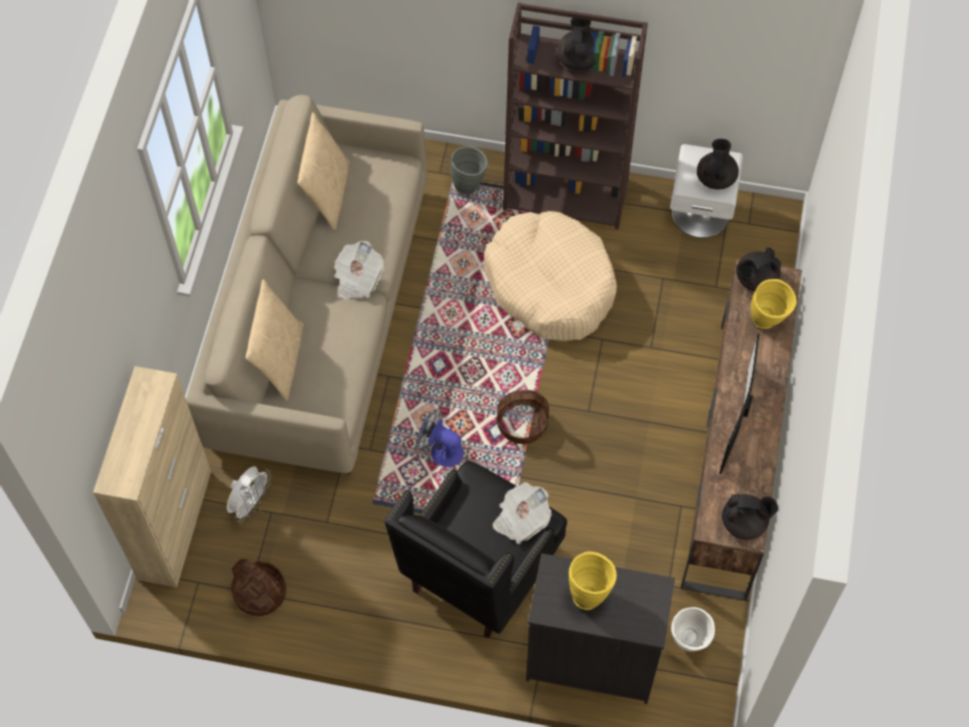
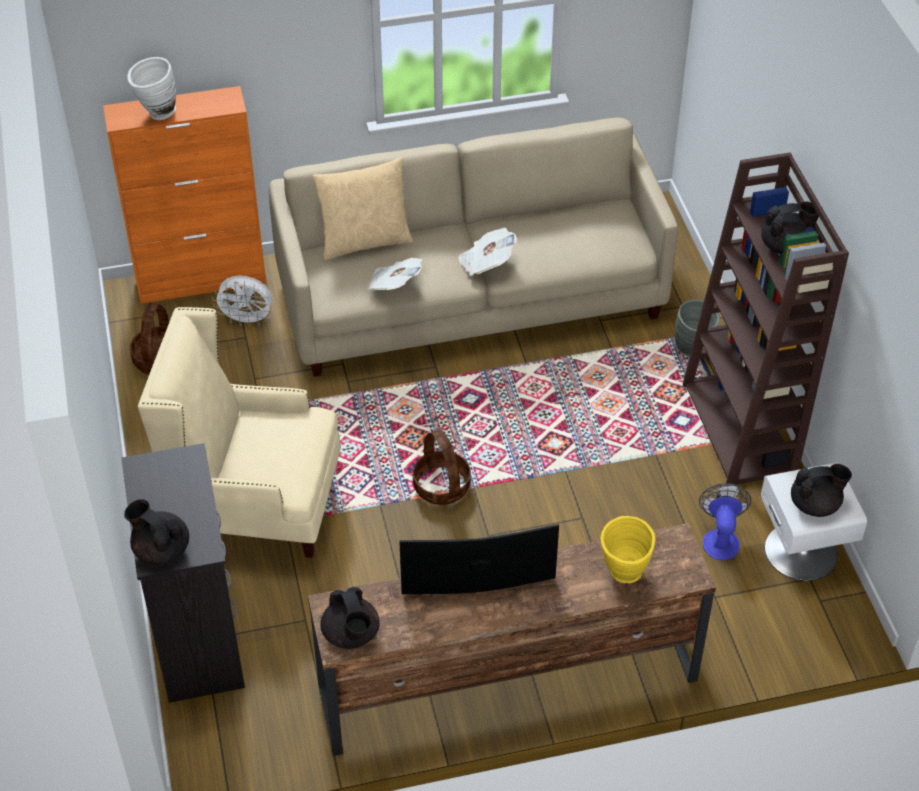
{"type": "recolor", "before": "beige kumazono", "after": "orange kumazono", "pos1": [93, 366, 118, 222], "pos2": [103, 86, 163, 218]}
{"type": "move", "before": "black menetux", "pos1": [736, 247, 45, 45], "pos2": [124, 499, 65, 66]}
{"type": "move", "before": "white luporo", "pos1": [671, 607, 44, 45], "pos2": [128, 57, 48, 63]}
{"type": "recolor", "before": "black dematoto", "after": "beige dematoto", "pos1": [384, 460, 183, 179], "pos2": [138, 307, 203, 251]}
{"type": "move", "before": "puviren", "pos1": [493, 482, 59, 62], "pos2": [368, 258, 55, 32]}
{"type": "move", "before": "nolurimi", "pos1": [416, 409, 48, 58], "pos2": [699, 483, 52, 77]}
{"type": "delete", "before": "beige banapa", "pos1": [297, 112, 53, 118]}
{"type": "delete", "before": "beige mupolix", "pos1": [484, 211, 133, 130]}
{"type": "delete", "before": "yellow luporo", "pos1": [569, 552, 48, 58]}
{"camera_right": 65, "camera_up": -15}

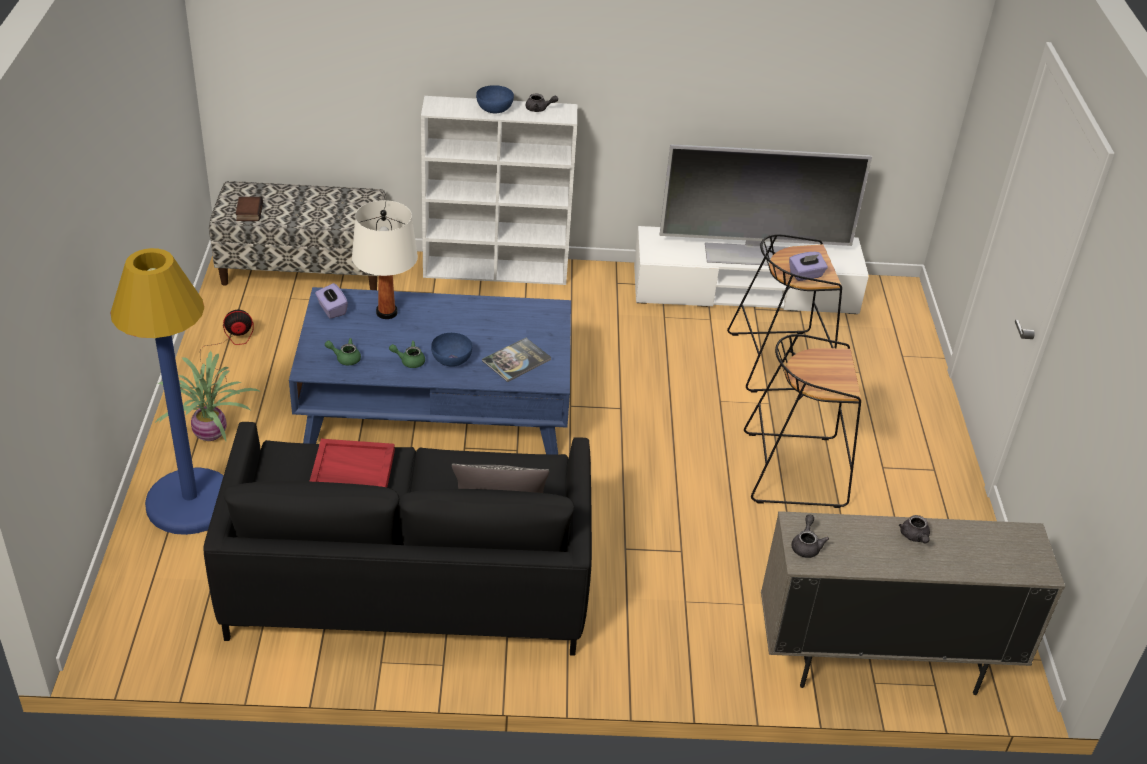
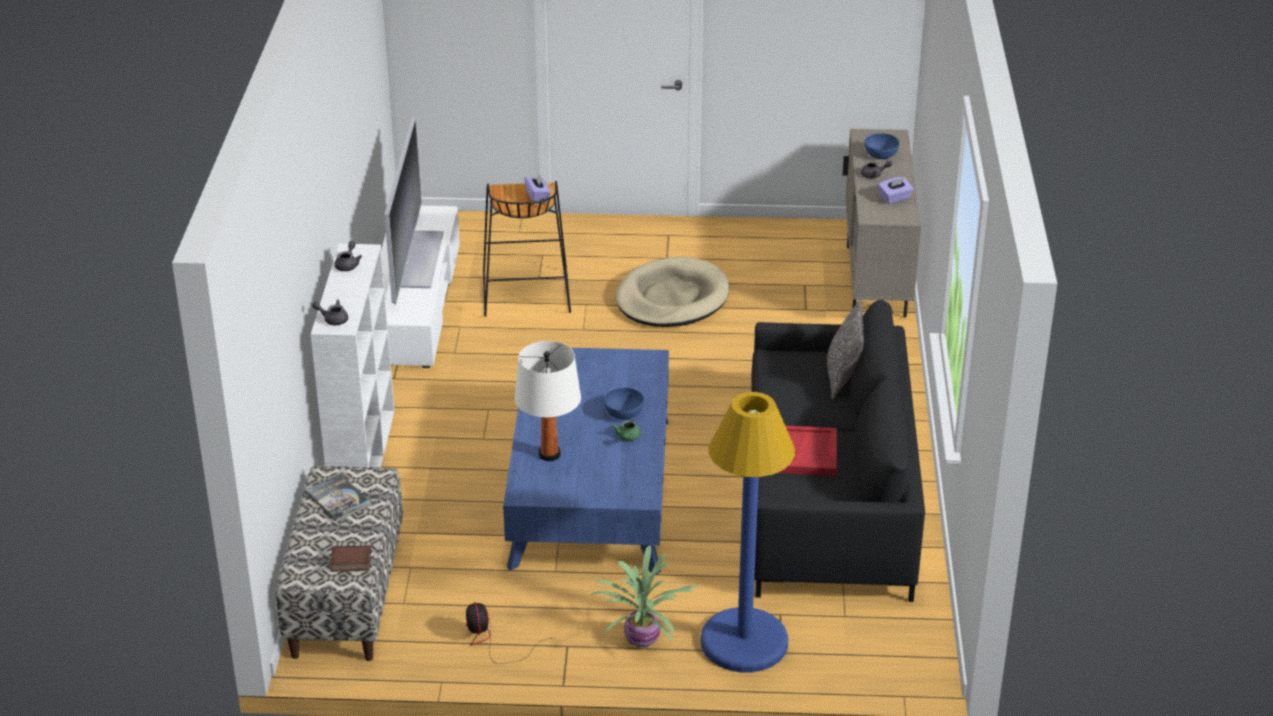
{"type": "move", "before": "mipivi", "pos1": [482, 338, 70, 44], "pos2": [305, 474, 66, 47]}
{"type": "move", "before": "grey menetux", "pos1": [791, 514, 38, 44], "pos2": [312, 300, 36, 25]}
{"type": "replace", "before": "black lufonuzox", "after": "beige mupolix", "pos1": [744, 334, 117, 174], "pos2": [616, 257, 114, 70]}
{"type": "move", "before": "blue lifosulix", "pos1": [476, 85, 38, 28], "pos2": [865, 133, 34, 26]}
{"type": "move", "before": "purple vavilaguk", "pos1": [315, 283, 33, 36], "pos2": [878, 177, 36, 27]}
{"type": "delete", "before": "green menetux", "pos1": [325, 338, 36, 27]}
{"camera_right": -85, "camera_up": -5}

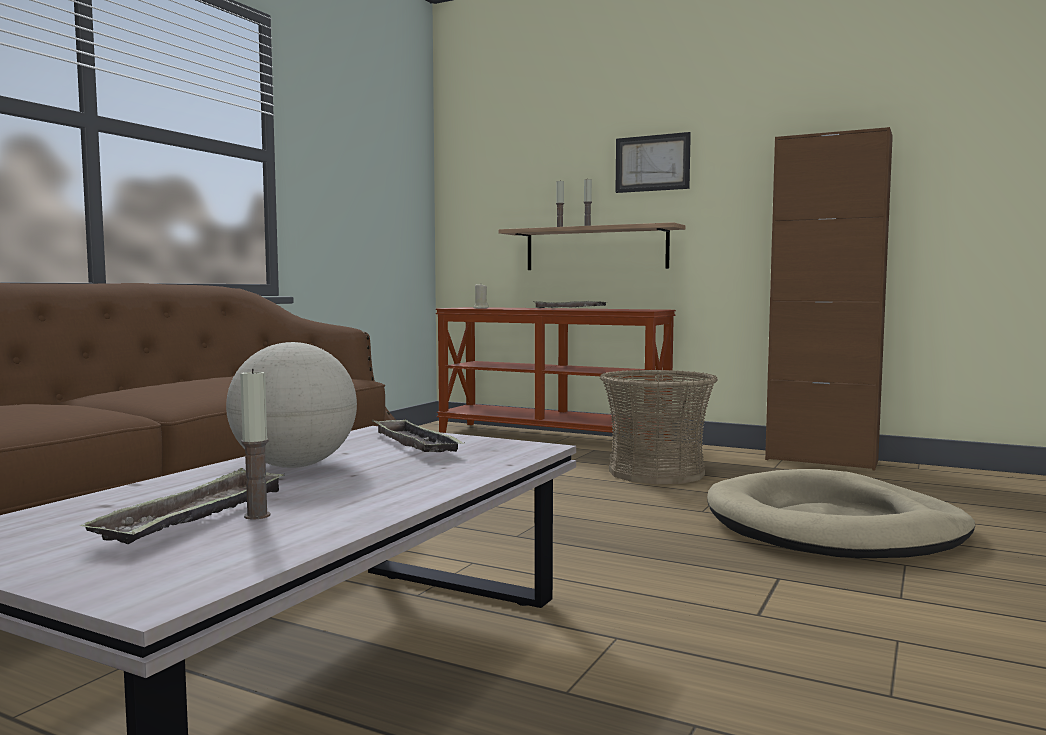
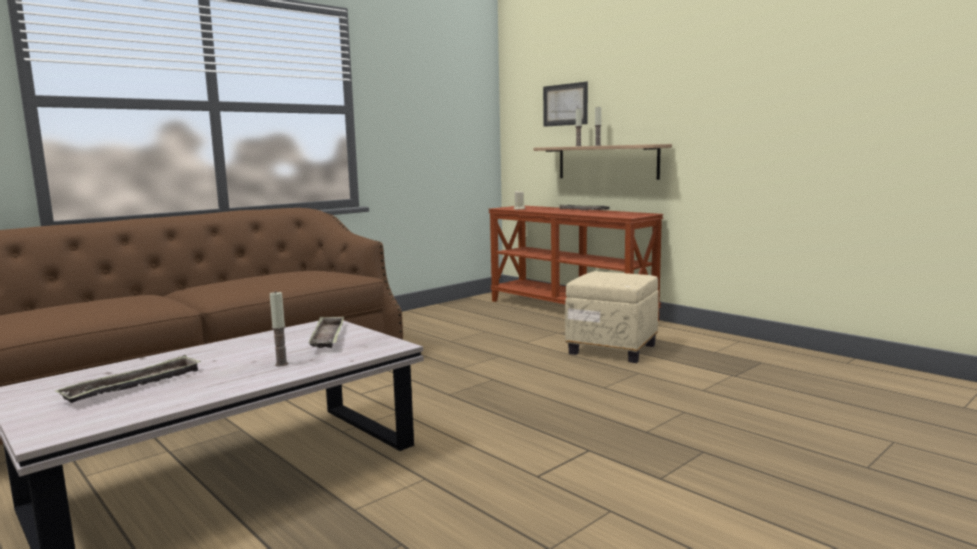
{"type": "move", "before": "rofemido", "pos1": [240, 368, 31, 152], "pos2": [270, 291, 18, 76]}
{"type": "move", "before": "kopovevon", "pos1": [615, 132, 76, 61], "pos2": [543, 82, 45, 45]}
{"type": "replace", "before": "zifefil", "after": "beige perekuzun", "pos1": [600, 370, 118, 114], "pos2": [565, 271, 94, 92]}
{"type": "delete", "before": "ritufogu", "pos1": [226, 342, 131, 126]}
{"type": "delete", "before": "beige mupolix", "pos1": [707, 469, 268, 89]}
{"type": "delete", "before": "brown kumazono", "pos1": [765, 127, 128, 343]}
{"camera_right": 20, "camera_up": 5}

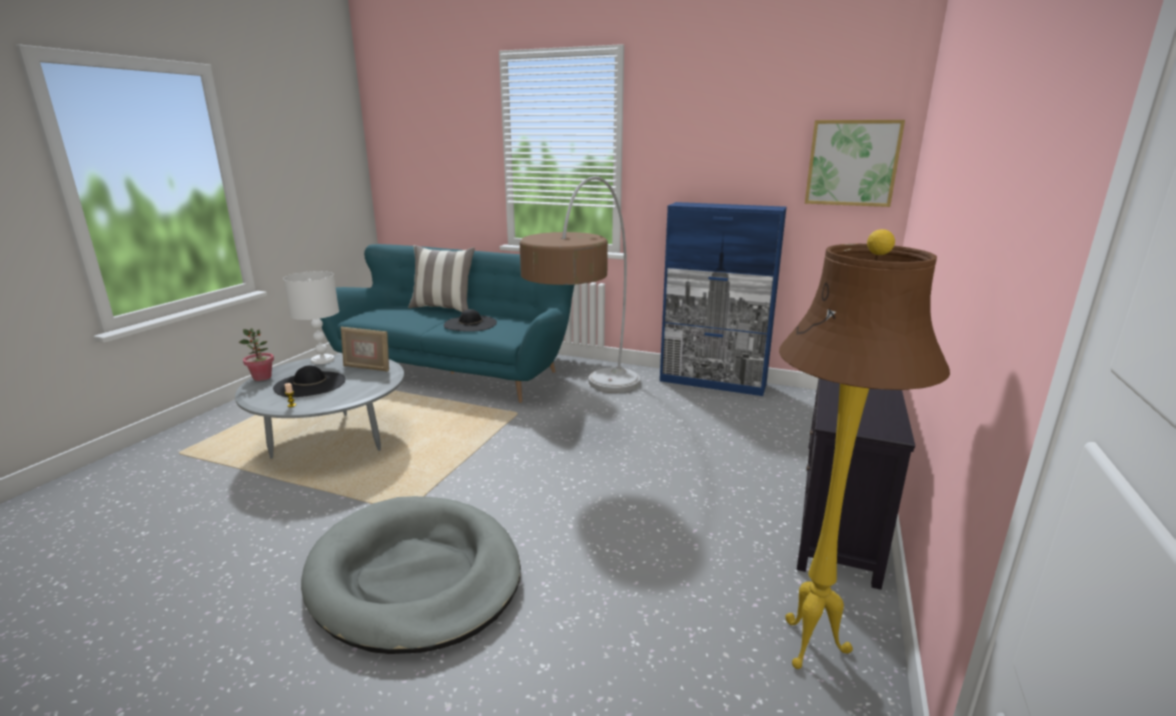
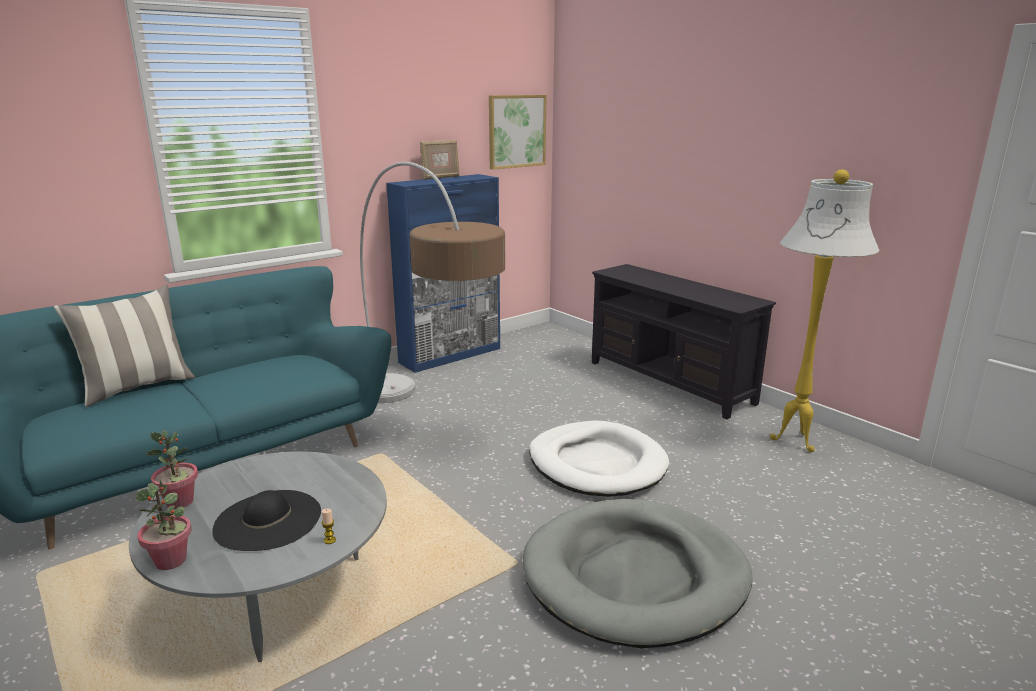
{"type": "replace", "before": "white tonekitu", "after": "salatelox", "pos1": [283, 271, 56, 93], "pos2": [146, 430, 52, 79]}
{"type": "move", "before": "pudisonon", "pos1": [341, 327, 48, 45], "pos2": [420, 140, 40, 40]}
{"type": "insert", "after": "white mupolix", "pos2": [529, 421, 140, 76]}
{"type": "recolor", "before": "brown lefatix", "after": "white lefatix", "pos1": [779, 229, 171, 440], "pos2": [770, 169, 109, 283]}
{"type": "delete", "before": "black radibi", "pos1": [444, 309, 53, 23]}
{"camera_right": -60, "camera_up": 0}

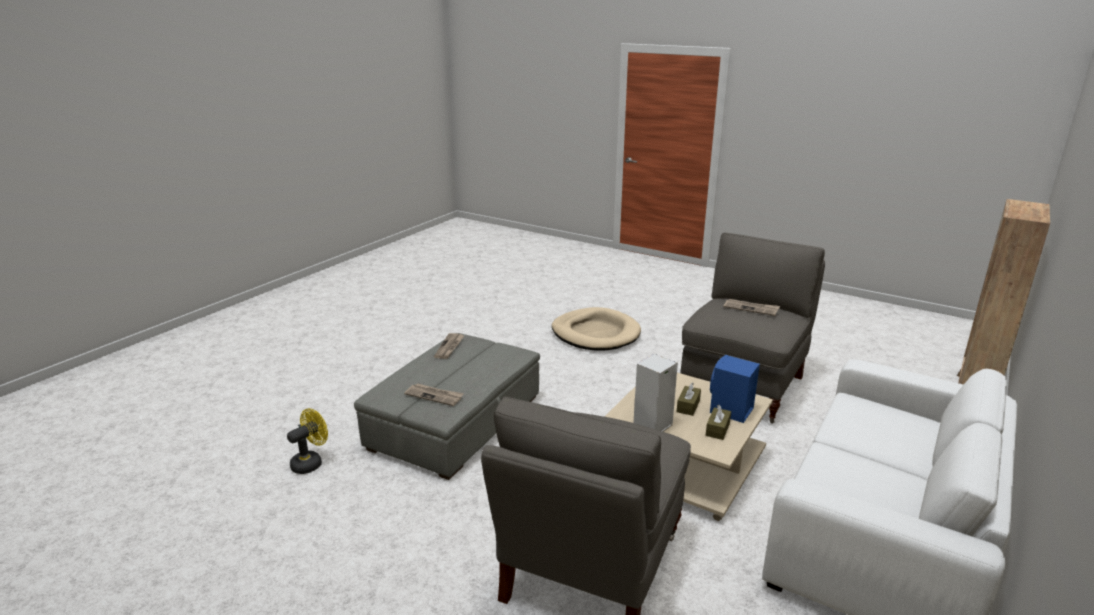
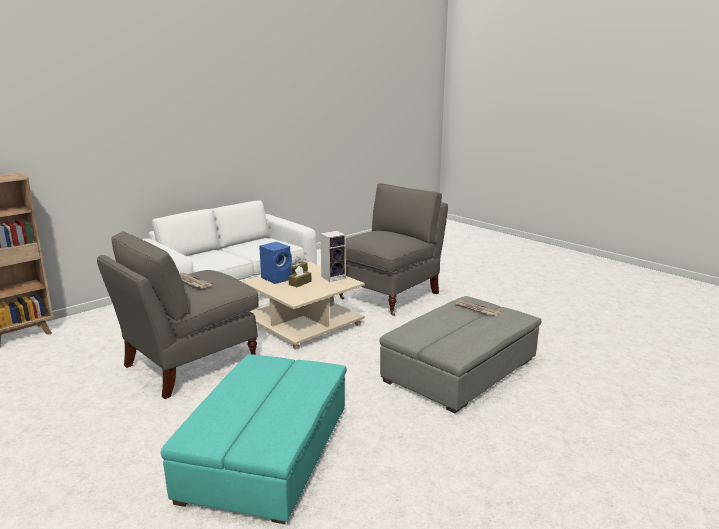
{"type": "replace", "before": "beige mupolix", "after": "turquoise perekuzun", "pos1": [552, 307, 89, 43], "pos2": [161, 354, 186, 170]}
{"type": "delete", "before": "yellow nolurimi", "pos1": [287, 408, 41, 66]}
{"type": "delete", "before": "puviren", "pos1": [434, 333, 30, 26]}
{"camera_right": -165, "camera_up": -5}

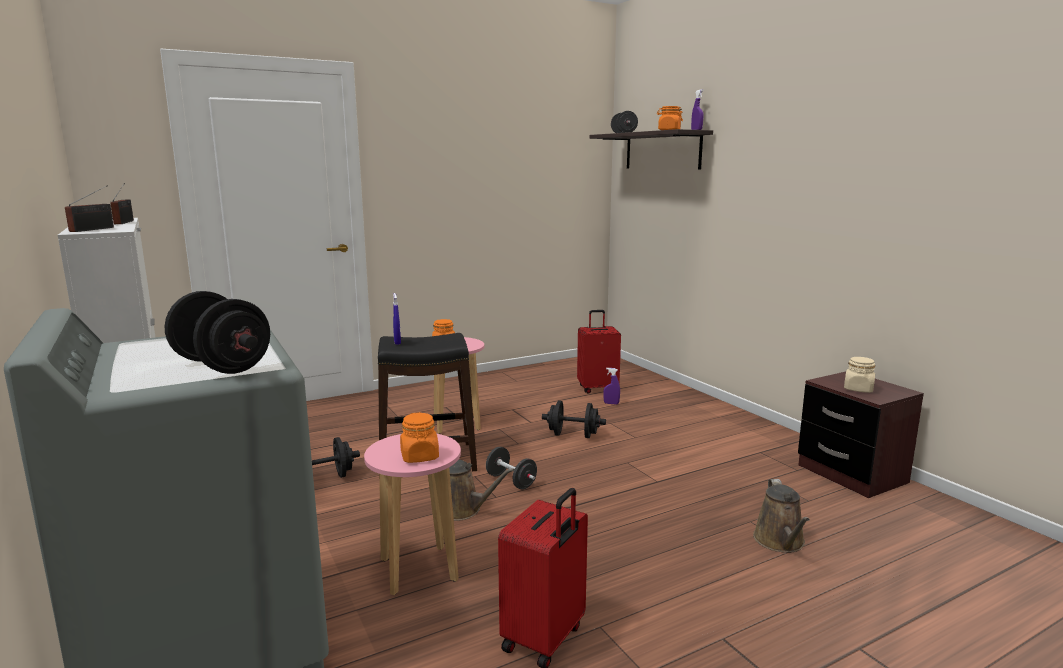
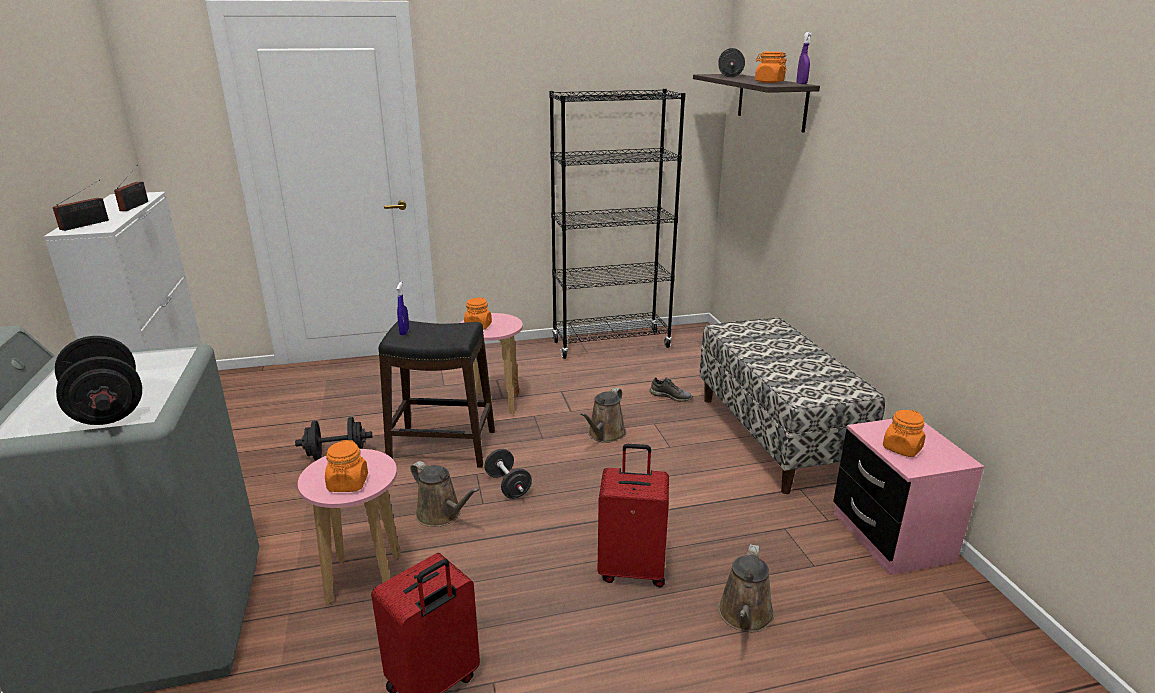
{"type": "insert", "after": "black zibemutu", "pos2": [549, 88, 137, 271]}
{"type": "replace", "before": "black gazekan", "after": "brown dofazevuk", "pos1": [542, 401, 64, 37], "pos2": [580, 388, 46, 55]}
{"type": "move", "before": "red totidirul", "pos1": [577, 310, 44, 84], "pos2": [598, 444, 71, 143]}
{"type": "replace", "before": "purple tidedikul", "after": "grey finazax", "pos1": [603, 368, 17, 37], "pos2": [650, 377, 43, 25]}
{"type": "insert", "after": "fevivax", "pos2": [699, 318, 186, 176]}
{"type": "recolor", "before": "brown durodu", "after": "pink durodu", "pos1": [798, 372, 126, 126], "pos2": [833, 419, 151, 156]}
{"type": "recolor", "before": "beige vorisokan", "after": "orange vorisokan", "pos1": [844, 357, 31, 36], "pos2": [883, 410, 42, 47]}
{"camera_right": 15, "camera_up": 10}

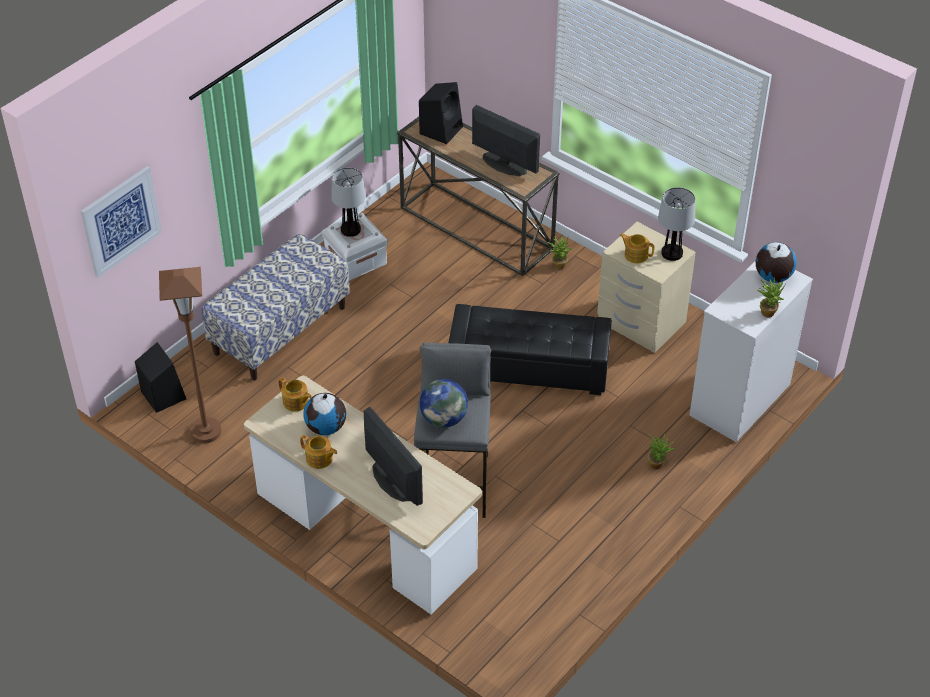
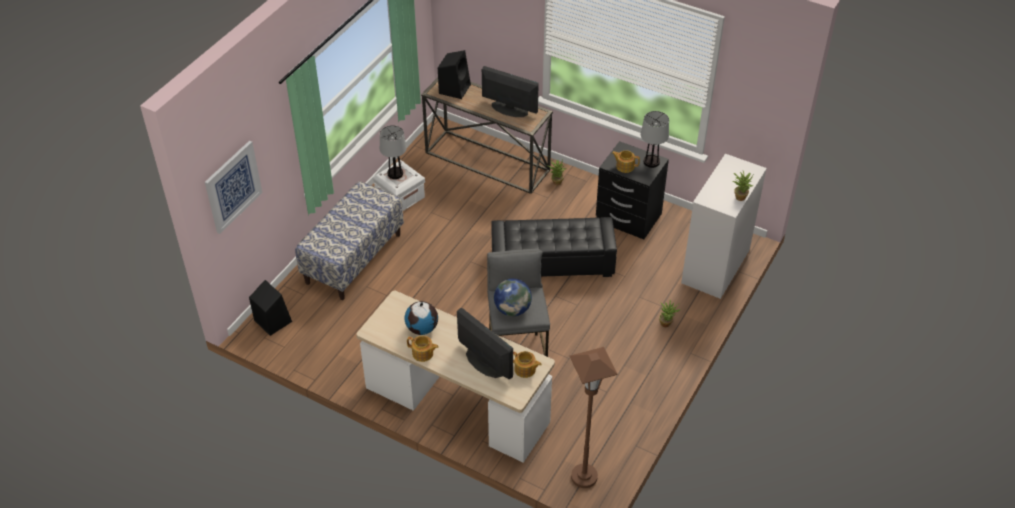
{"type": "move", "before": "menetux", "pos1": [278, 377, 34, 35], "pos2": [513, 351, 29, 27]}
{"type": "move", "before": "brown lefatix", "pos1": [159, 267, 62, 176], "pos2": [570, 347, 48, 141]}
{"type": "recolor", "before": "beige durodu", "after": "black durodu", "pos1": [597, 222, 99, 131], "pos2": [596, 141, 73, 98]}
{"type": "delete", "before": "ritufogu", "pos1": [756, 242, 41, 41]}
{"camera_right": -10, "camera_up": 0}

